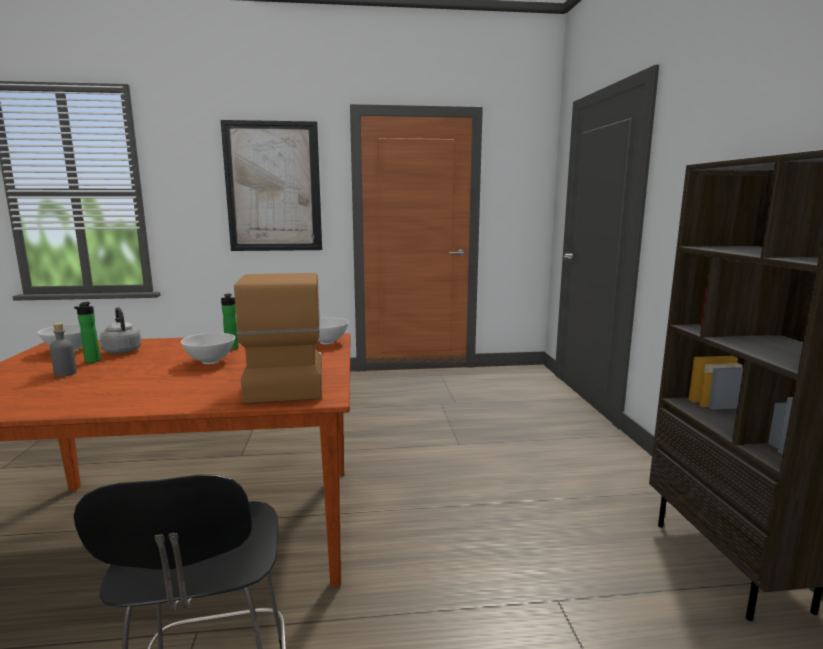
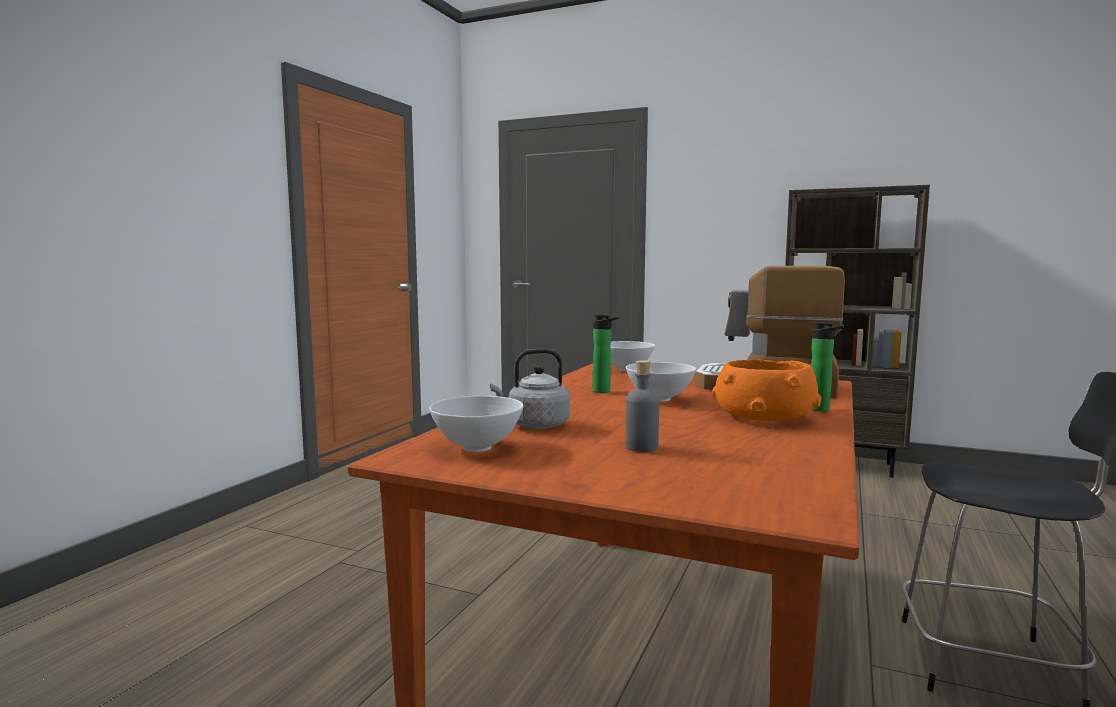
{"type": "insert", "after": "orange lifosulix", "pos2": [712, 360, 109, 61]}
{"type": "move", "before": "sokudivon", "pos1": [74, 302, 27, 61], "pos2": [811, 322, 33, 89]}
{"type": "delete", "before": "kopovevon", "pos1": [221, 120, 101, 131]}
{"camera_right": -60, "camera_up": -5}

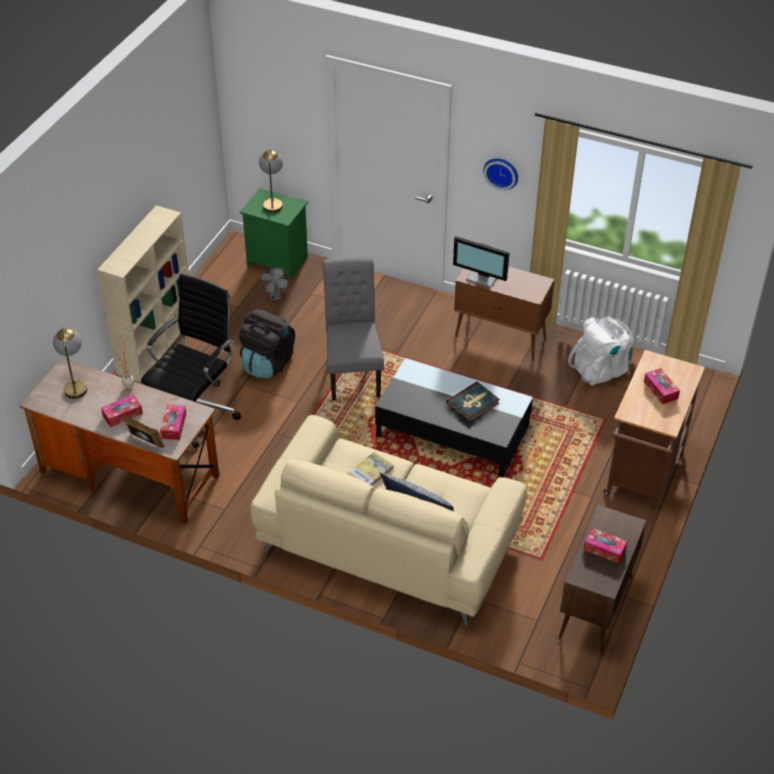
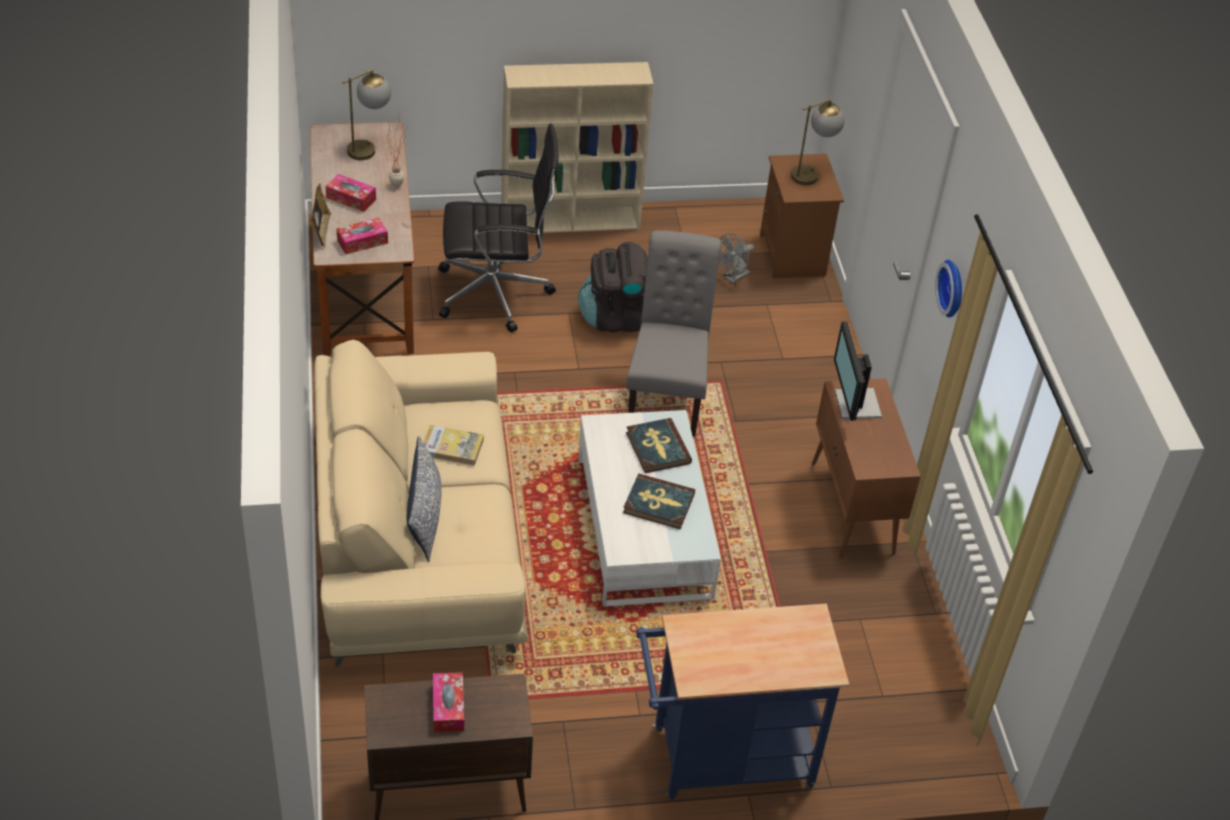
{"type": "recolor", "before": "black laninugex", "after": "white laninugex", "pos1": [375, 358, 158, 119], "pos2": [578, 410, 143, 197]}
{"type": "rotate", "before": "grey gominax", "pos1": [322, 256, 62, 145], "pos2": [626, 230, 96, 207], "turn": -45}
{"type": "insert", "after": "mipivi", "pos2": [626, 418, 66, 55]}
{"type": "recolor", "before": "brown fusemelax", "after": "blue fusemelax", "pos1": [604, 350, 101, 160], "pos2": [636, 604, 213, 195]}
{"type": "recolor", "before": "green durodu", "after": "brown durodu", "pos1": [240, 188, 68, 92], "pos2": [760, 154, 84, 124]}
{"type": "delete", "before": "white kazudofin", "pos1": [568, 317, 66, 69]}
{"type": "delete", "before": "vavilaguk", "pos1": [644, 368, 36, 37]}
{"camera_right": 55, "camera_up": 0}

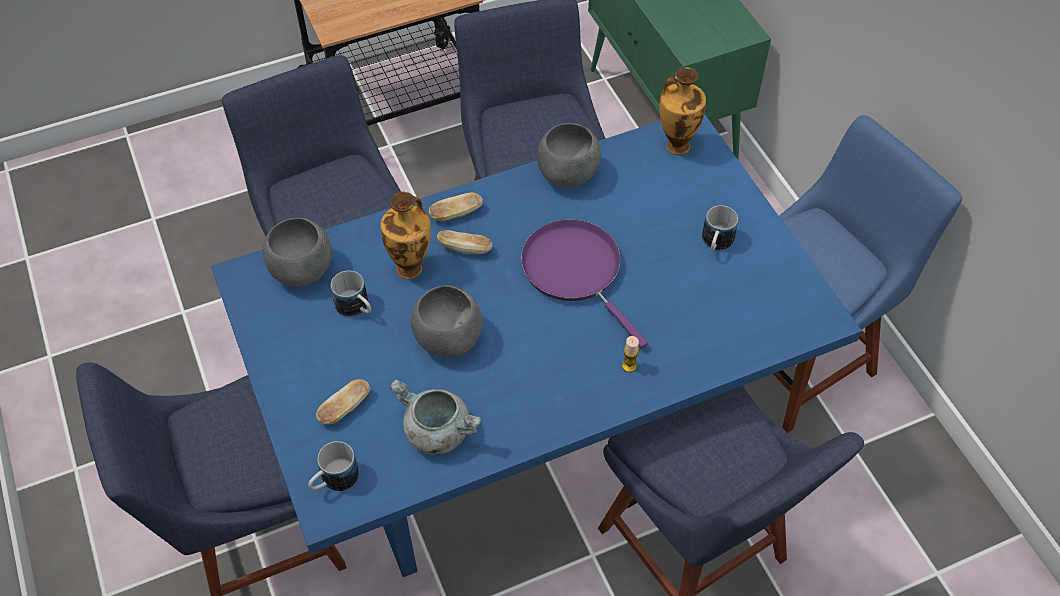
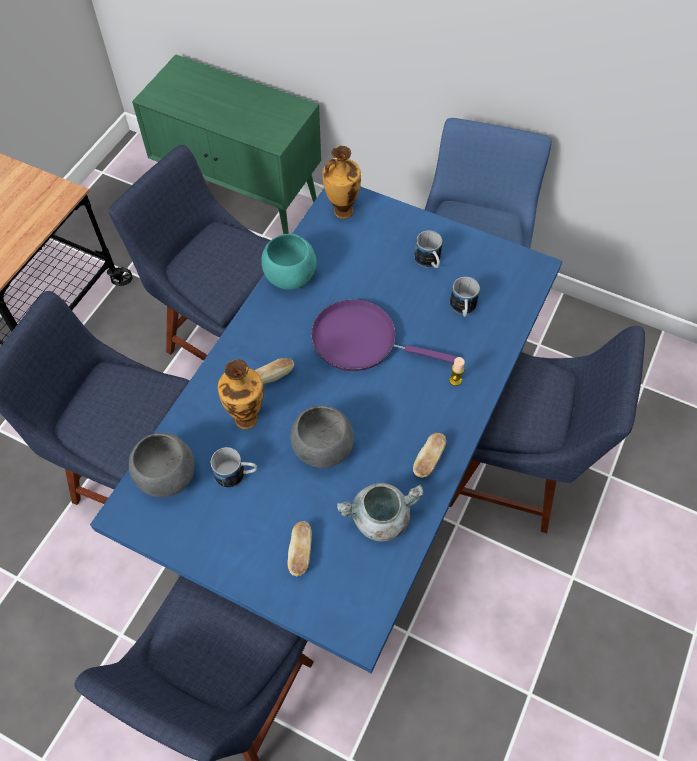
{"type": "recolor", "before": "grey lifosulix", "after": "turquoise lifosulix", "pos1": [537, 123, 64, 64], "pos2": [261, 234, 56, 56]}
{"type": "move", "before": "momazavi", "pos1": [429, 192, 53, 29], "pos2": [413, 433, 33, 45]}
{"type": "move", "before": "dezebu", "pos1": [308, 441, 51, 50], "pos2": [450, 277, 30, 40]}
{"camera_right": -40, "camera_up": 5}

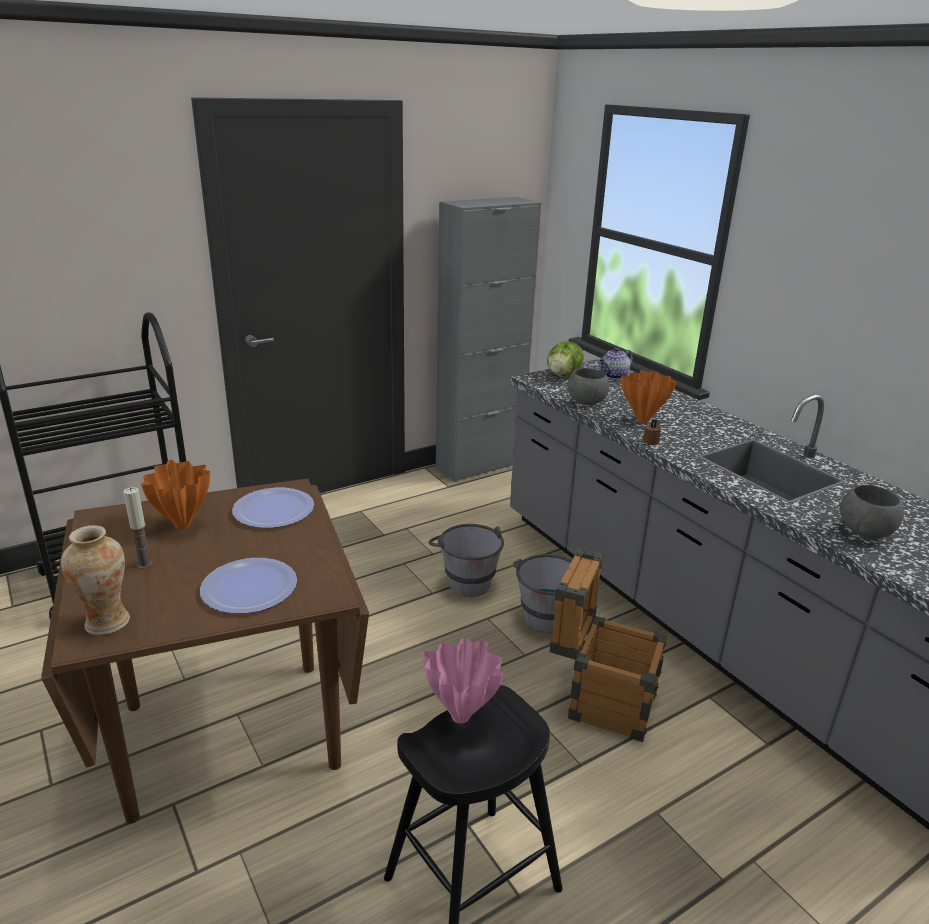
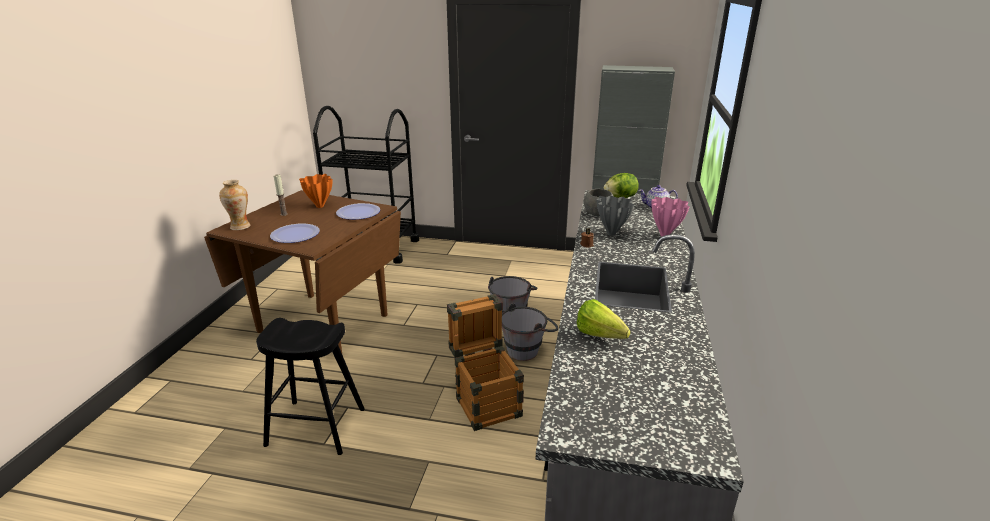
{"type": "replace", "before": "grey lifosulix", "after": "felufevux", "pos1": [840, 485, 64, 53], "pos2": [577, 299, 54, 40]}
{"type": "recolor", "before": "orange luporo", "after": "grey luporo", "pos1": [621, 370, 55, 53], "pos2": [597, 196, 37, 40]}
{"type": "move", "before": "pink luporo", "pos1": [422, 637, 81, 87], "pos2": [651, 197, 38, 39]}
{"camera_right": 45, "camera_up": 0}

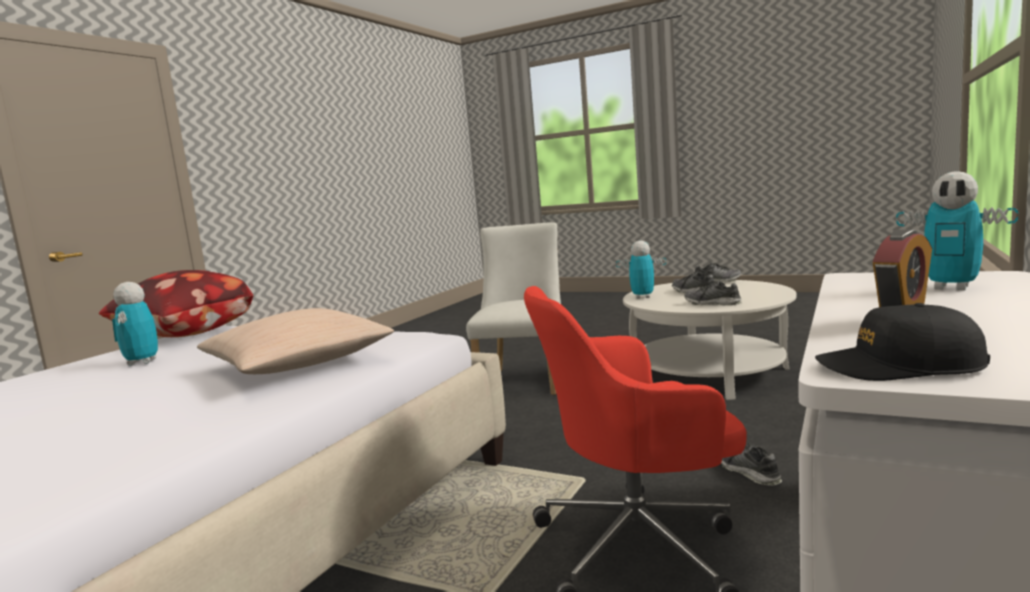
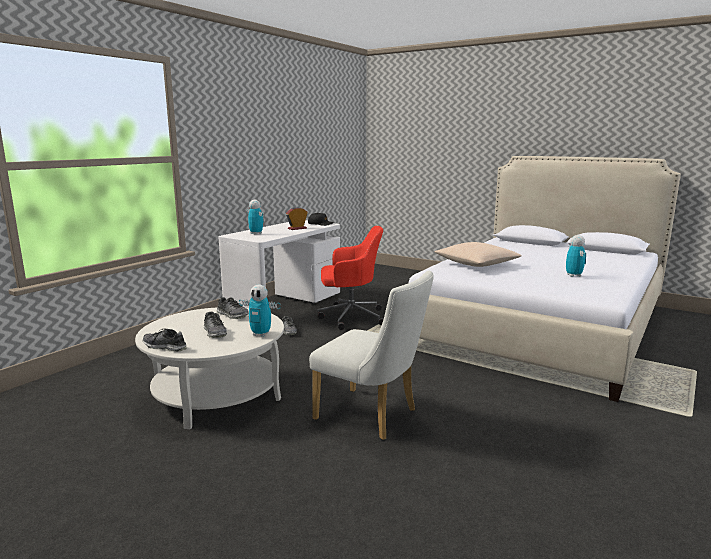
{"type": "rotate", "before": "white gominax", "pos1": [466, 222, 95, 173], "pos2": [309, 271, 125, 169], "turn": -75}
{"type": "delete", "before": "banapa", "pos1": [99, 270, 154, 67]}
{"camera_right": -175, "camera_up": 5}

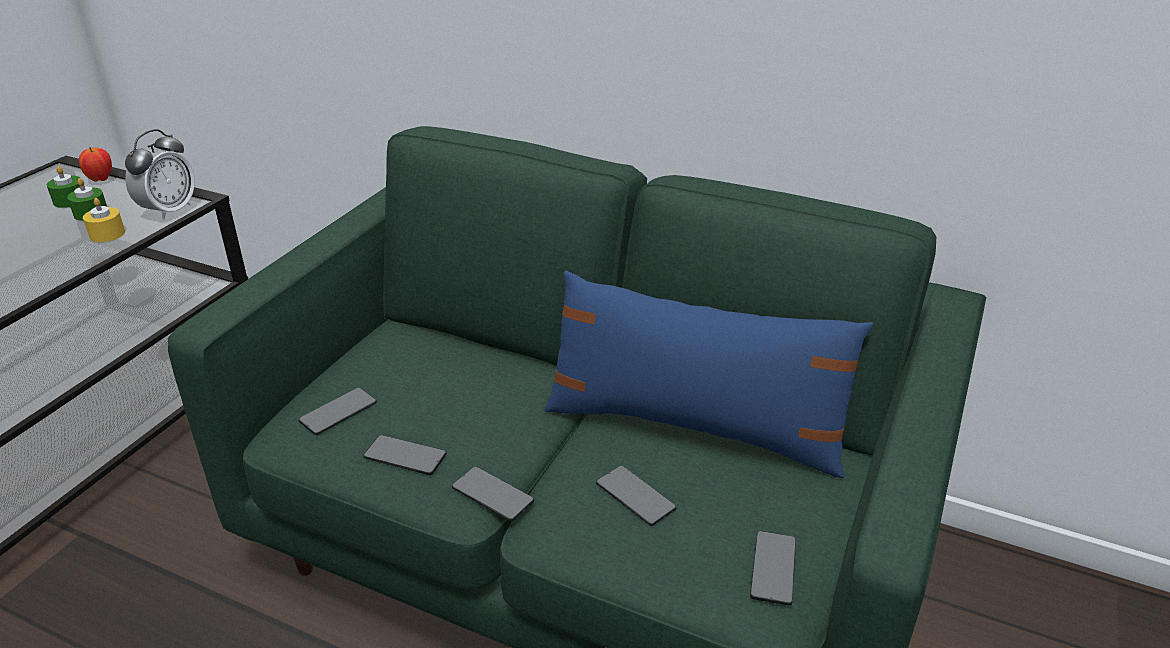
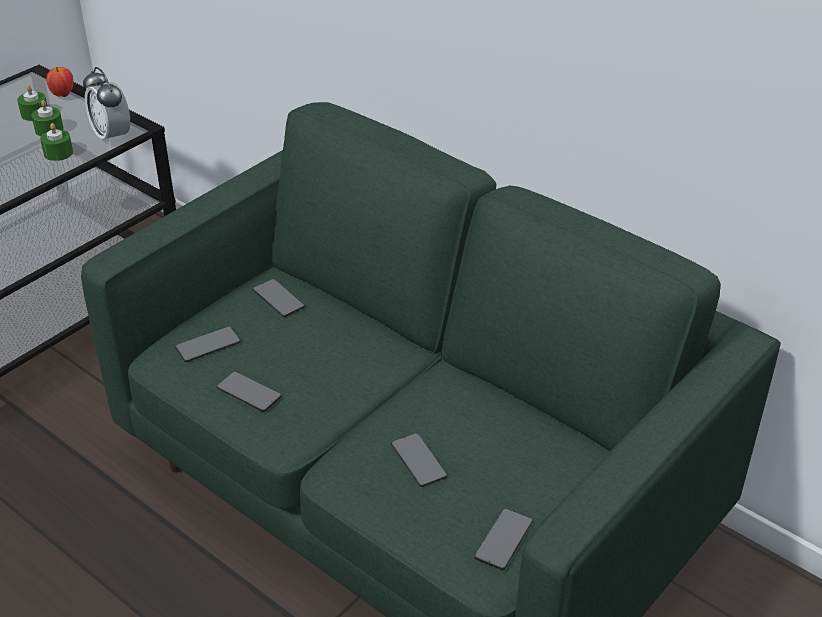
{"type": "recolor", "before": "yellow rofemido", "after": "green rofemido", "pos1": [83, 198, 42, 44], "pos2": [40, 123, 33, 38]}
{"type": "rotate", "before": "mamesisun", "pos1": [125, 129, 70, 91], "pos2": [83, 67, 47, 79], "turn": 105}
{"type": "move", "before": "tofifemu", "pos1": [452, 467, 82, 54], "pos2": [253, 279, 52, 38]}
{"type": "delete", "before": "blue banapa", "pos1": [544, 271, 329, 207]}
{"camera_right": 15, "camera_up": 5}

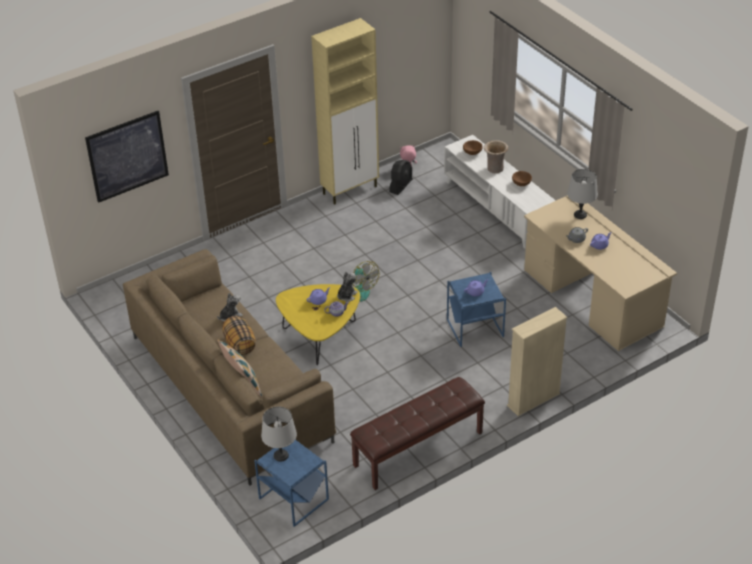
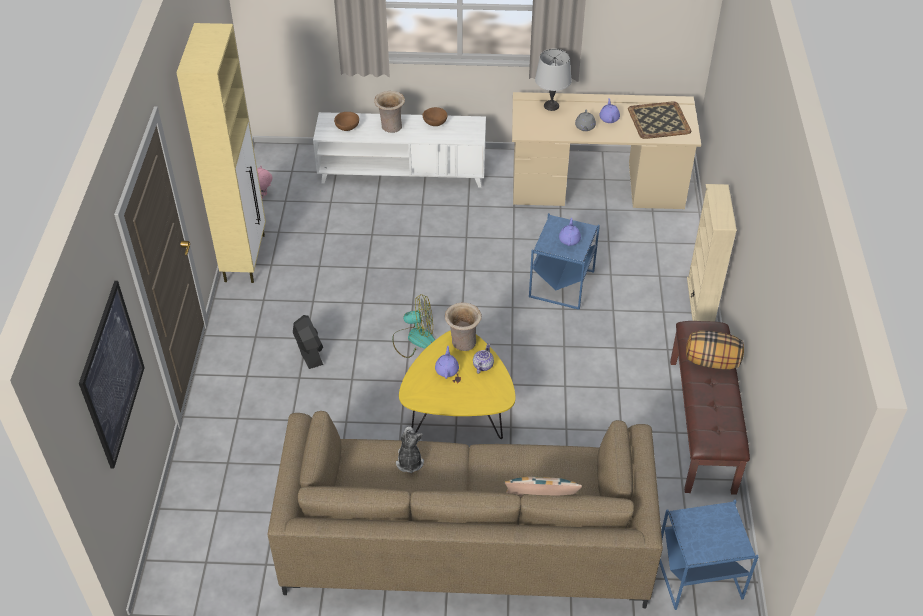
{"type": "move", "before": "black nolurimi", "pos1": [389, 160, 24, 35], "pos2": [293, 315, 30, 54]}
{"type": "replace", "before": "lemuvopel", "after": "beige luporo", "pos1": [337, 272, 21, 30], "pos2": [445, 303, 37, 48]}
{"type": "insert", "after": "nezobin", "pos2": [628, 101, 63, 38]}
{"type": "move", "before": "banapa", "pos1": [223, 316, 33, 39], "pos2": [686, 331, 58, 38]}
{"type": "delete", "before": "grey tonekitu", "pos1": [261, 407, 36, 55]}
{"camera_right": -55, "camera_up": 5}

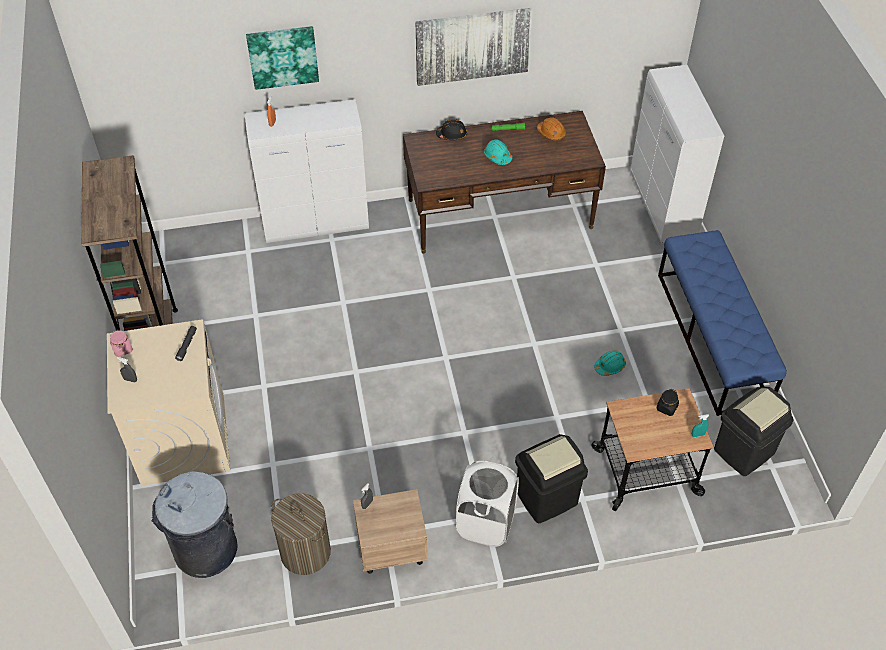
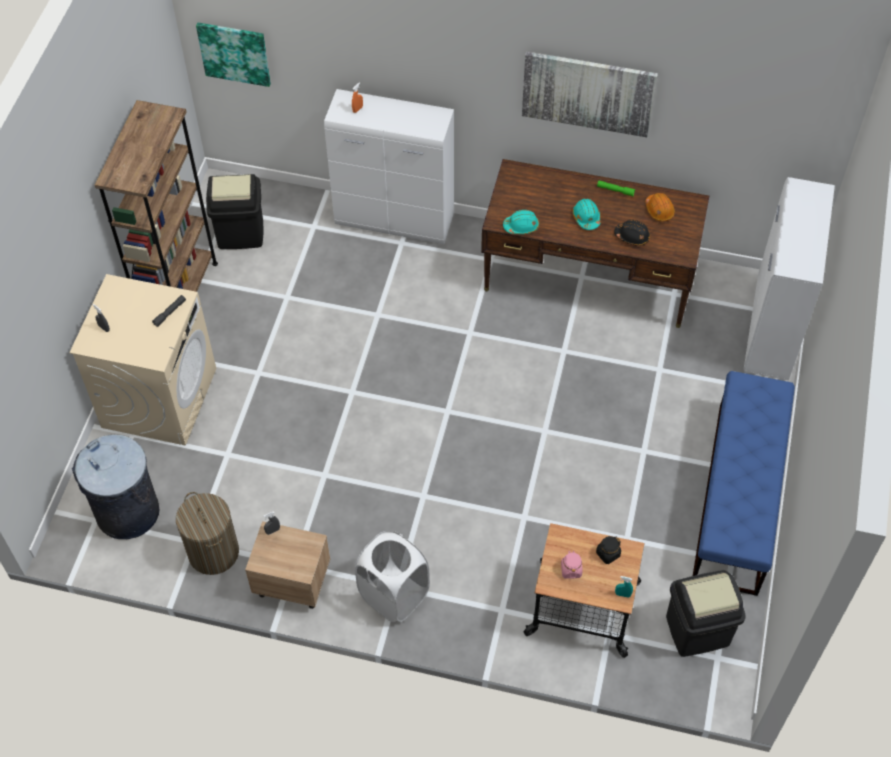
{"type": "move", "before": "kopovevon", "pos1": [246, 26, 73, 64], "pos2": [196, 22, 75, 65]}
{"type": "move", "before": "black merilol", "pos1": [515, 434, 73, 89], "pos2": [206, 174, 58, 75]}
{"type": "move", "before": "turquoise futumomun", "pos1": [594, 350, 32, 26], "pos2": [503, 210, 36, 24]}
{"type": "move", "before": "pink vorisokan", "pos1": [110, 330, 23, 27], "pos2": [561, 550, 21, 29]}
{"type": "move", "before": "black futumomun", "pos1": [436, 119, 31, 21], "pos2": [614, 220, 36, 26]}
{"camera_right": 25, "camera_up": 5}

